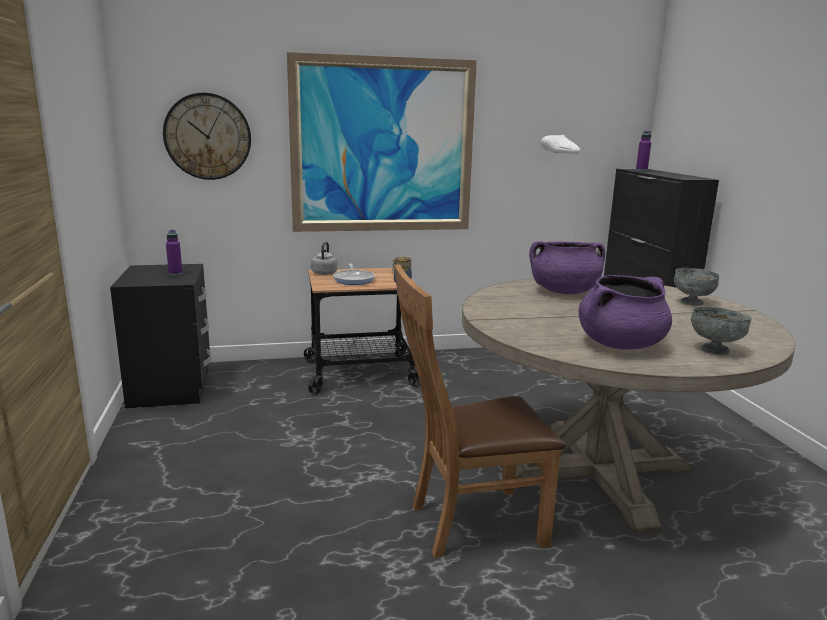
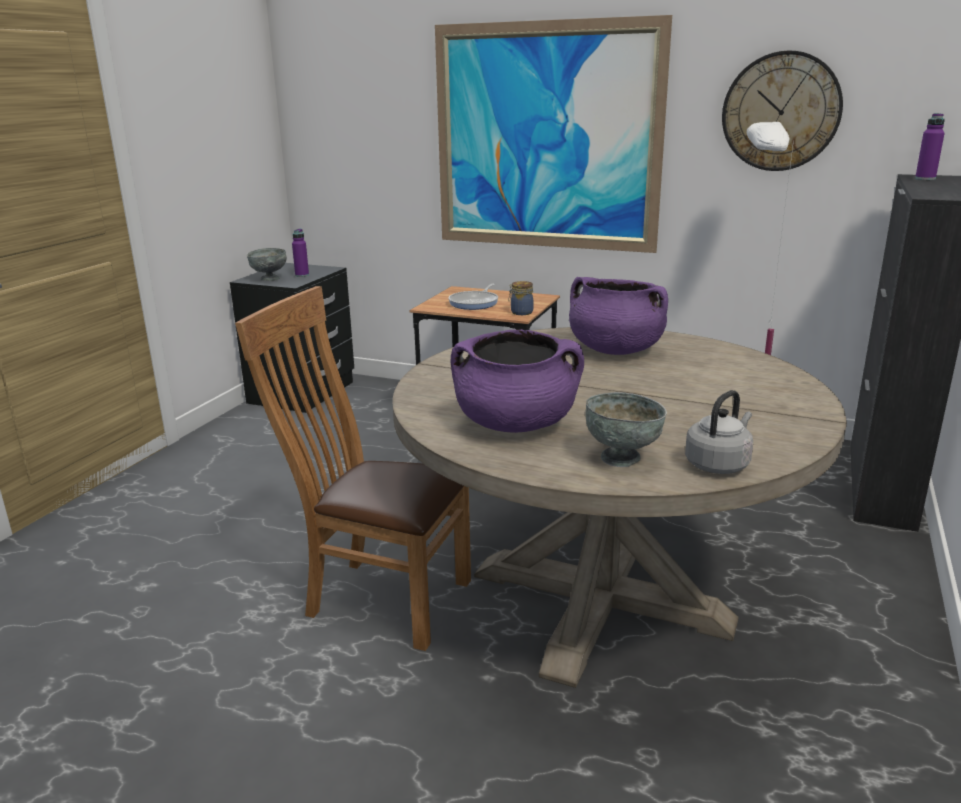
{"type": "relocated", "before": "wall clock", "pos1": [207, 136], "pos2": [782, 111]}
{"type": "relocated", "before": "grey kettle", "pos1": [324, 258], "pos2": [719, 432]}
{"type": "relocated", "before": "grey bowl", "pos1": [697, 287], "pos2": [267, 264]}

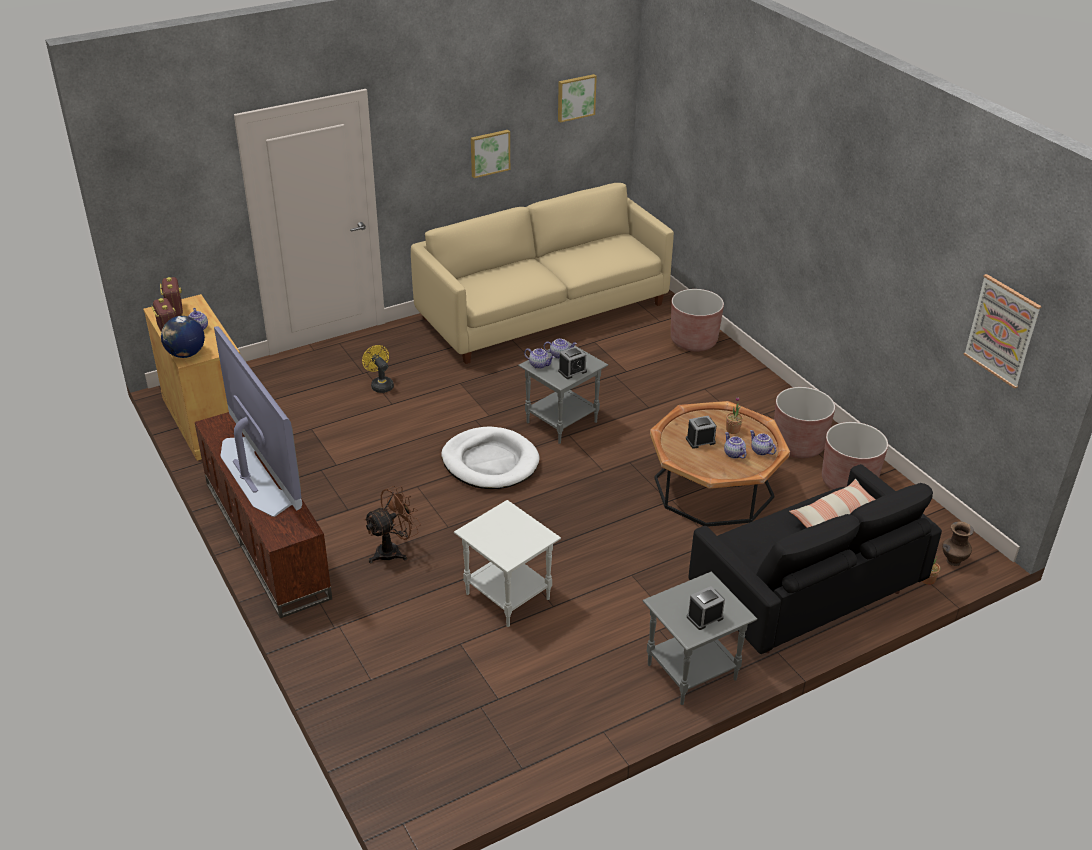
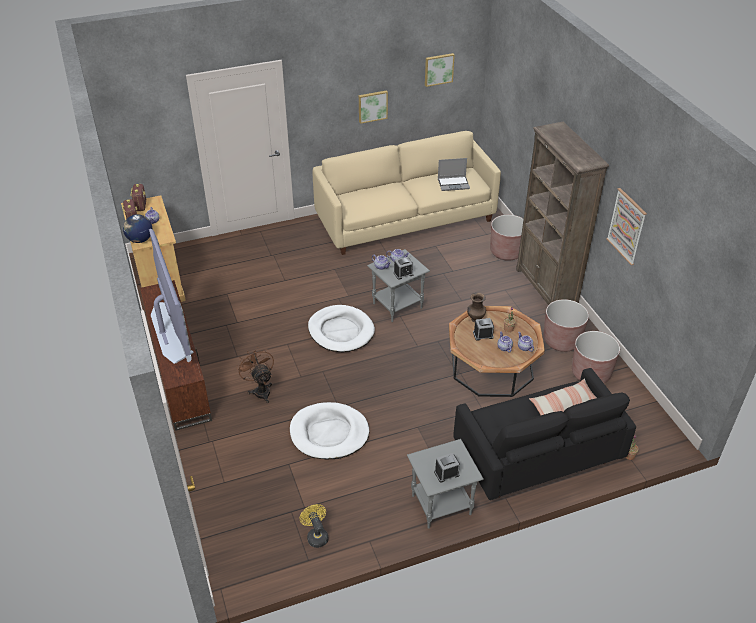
{"type": "relocated", "before": "picture", "pos1": [1002, 331], "pos2": [627, 226]}
{"type": "relocated", "before": "yellow fan", "pos1": [378, 369], "pos2": [314, 526]}
{"type": "spun", "before": "brown fan", "pos1": [392, 524], "pos2": [255, 375], "turn": -90}
{"type": "exchanged", "before": "white side table", "after": "white dog bed", "pos1": [507, 563], "pos2": [329, 430]}
{"type": "relocated", "before": "brown vase", "pos1": [958, 544], "pos2": [476, 307]}
{"type": "appeared", "after": "brown bookcase", "pos2": [562, 213]}
{"type": "appeared", "after": "laptop", "pos2": [454, 174]}

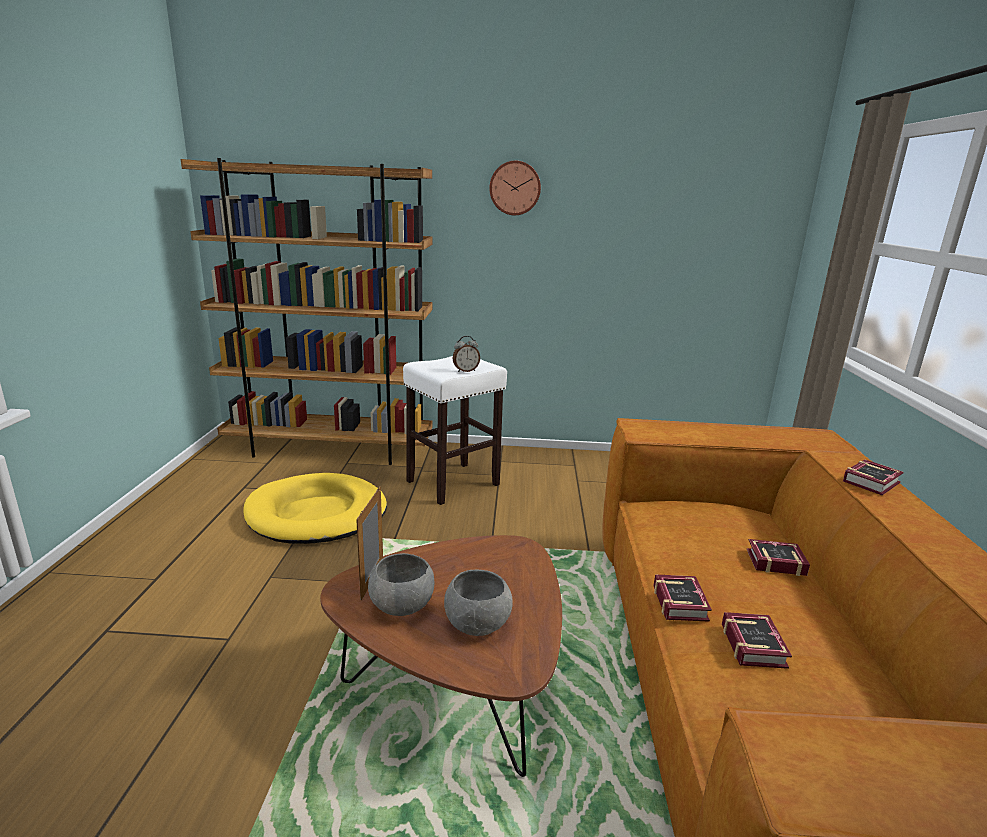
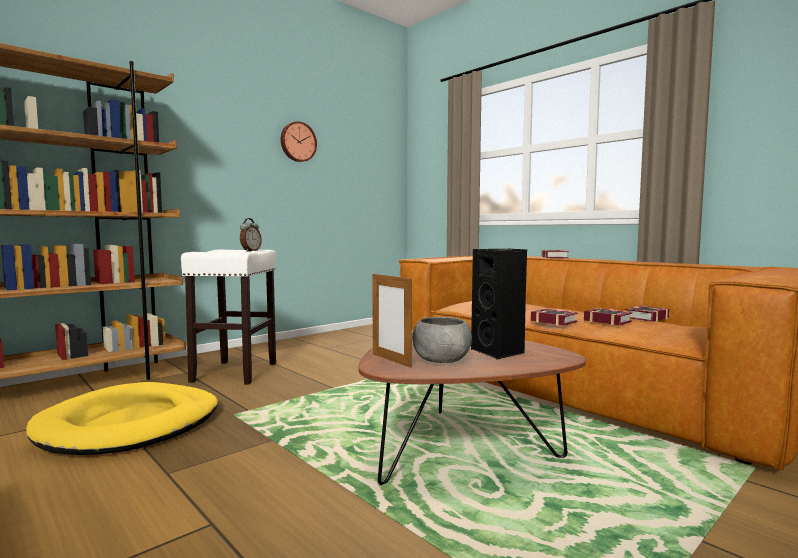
{"type": "relocated", "before": "wall clock", "pos1": [515, 188], "pos2": [299, 141]}
{"type": "relocated", "before": "book", "pos1": [778, 557], "pos2": [647, 314]}
{"type": "exchanged", "before": "grey bowl", "after": "black speaker", "pos1": [478, 603], "pos2": [499, 304]}

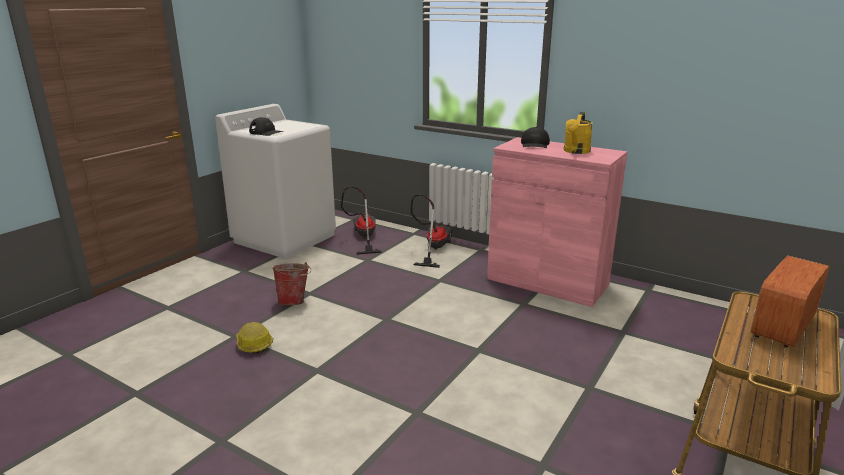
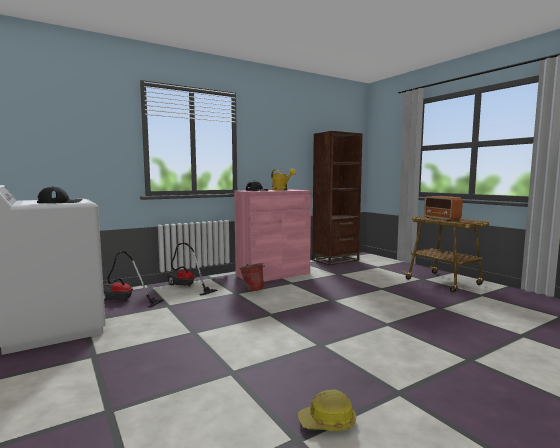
{"type": "relocated", "before": "bucket", "pos1": [291, 283], "pos2": [252, 277]}
{"type": "relocated", "before": "hard hat", "pos1": [254, 338], "pos2": [327, 410]}
{"type": "appeared", "after": "brown bookcase", "pos2": [337, 198]}

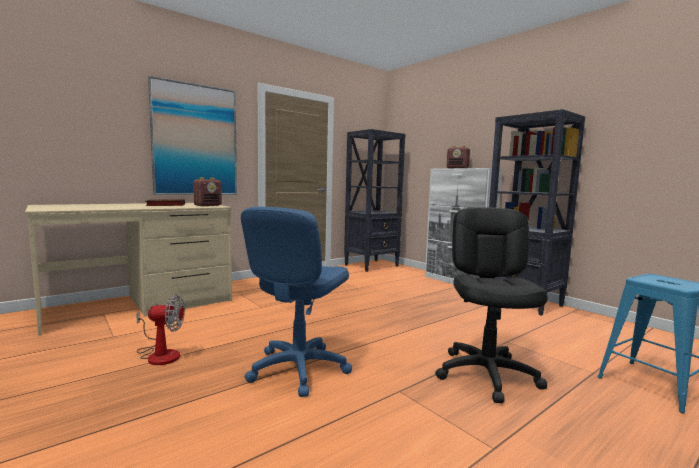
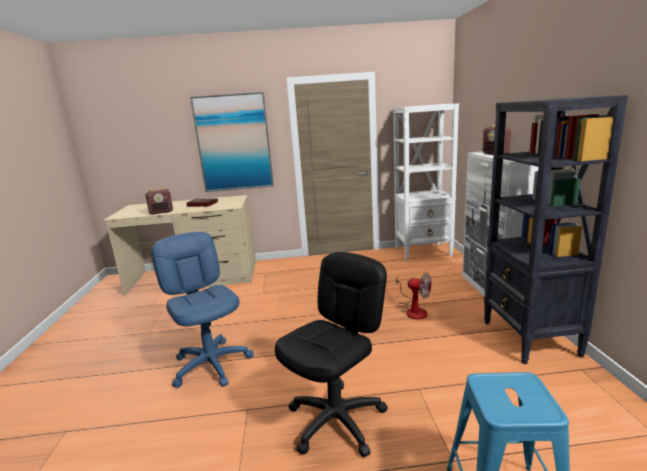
{"type": "colour", "before": "black bookcase", "after": "white bookcase", "pos1": [375, 200], "pos2": [426, 182]}
{"type": "relocated", "before": "radio", "pos1": [207, 191], "pos2": [159, 201]}
{"type": "spun", "before": "blue office chair", "pos1": [296, 302], "pos2": [202, 310], "turn": 90}
{"type": "relocated", "before": "fan", "pos1": [160, 330], "pos2": [413, 296]}

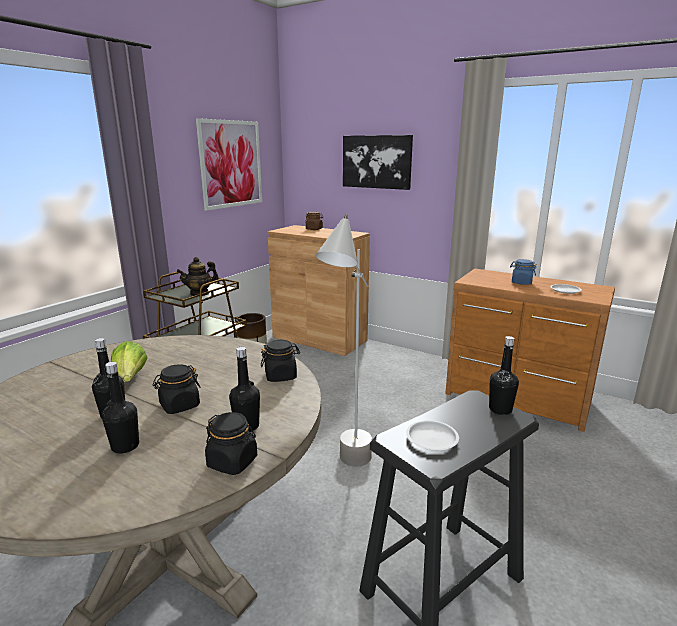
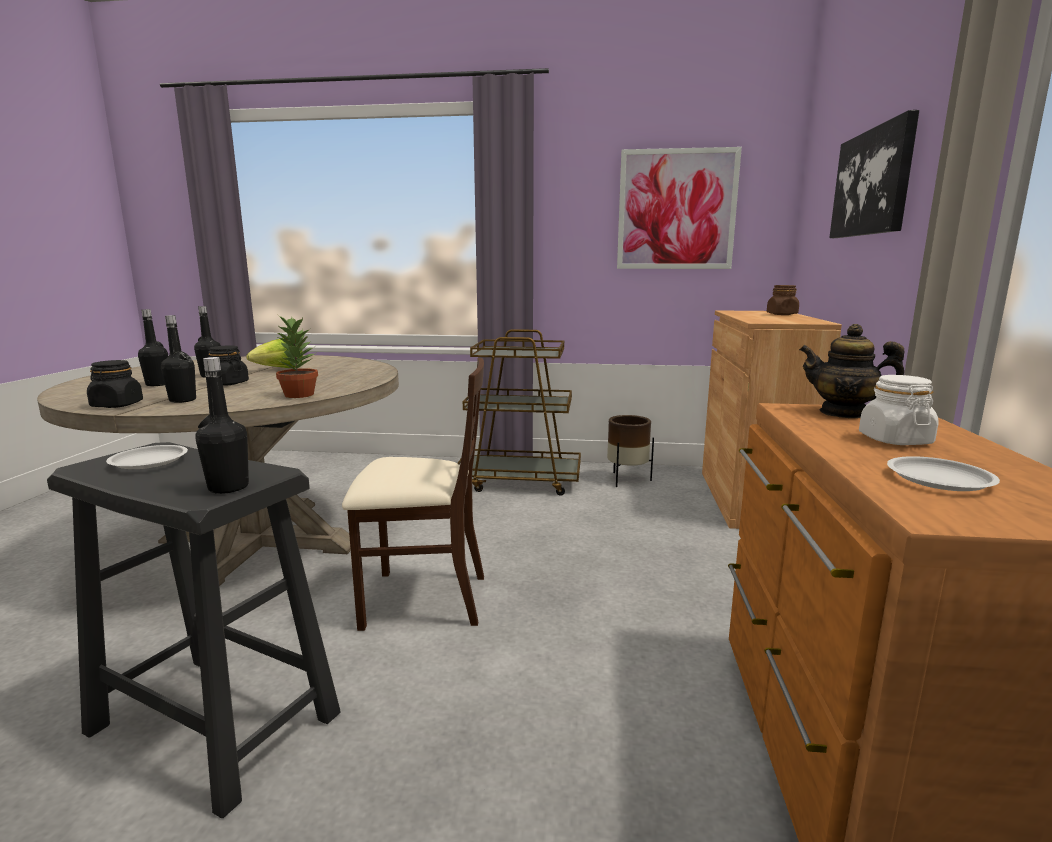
{"type": "exchanged", "before": "grey floor lamp", "after": "beige chair", "pos1": [344, 340], "pos2": [413, 494]}
{"type": "relocated", "before": "teapot", "pos1": [197, 276], "pos2": [851, 371]}
{"type": "colour", "before": "blue jar", "after": "white jar", "pos1": [523, 272], "pos2": [899, 410]}
{"type": "exchanged", "before": "black jar", "after": "potted plant", "pos1": [280, 361], "pos2": [297, 357]}

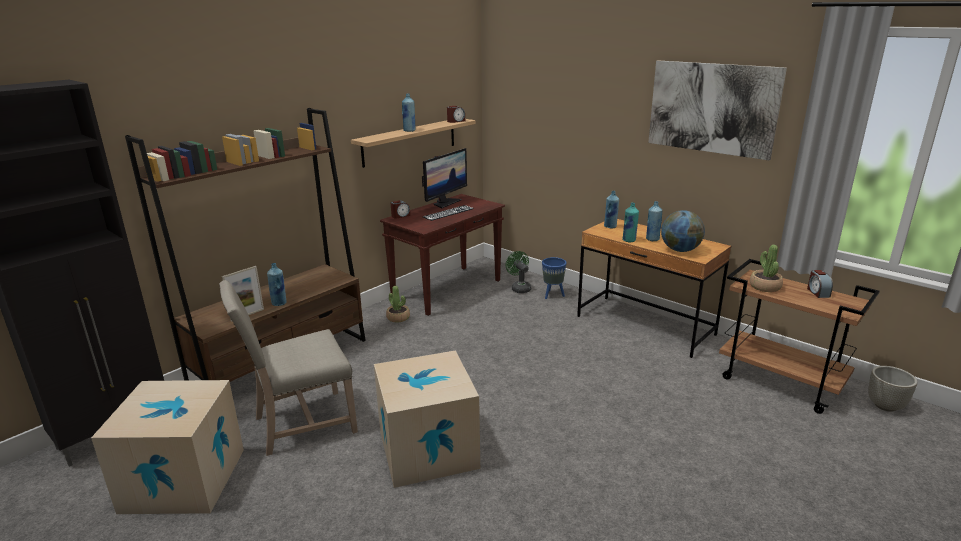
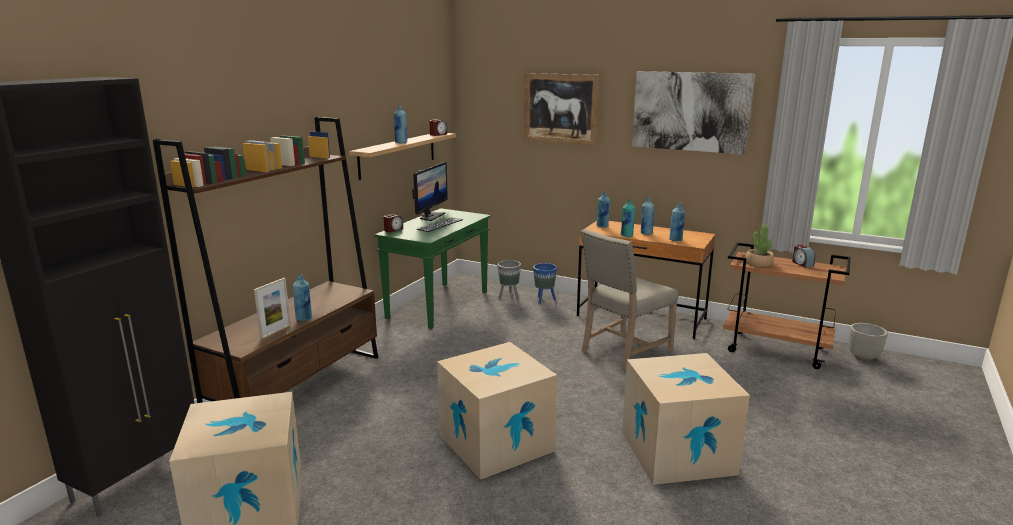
{"type": "colour", "before": "brown console table", "after": "green console table", "pos1": [442, 255], "pos2": [432, 268]}
{"type": "exchanged", "before": "globe", "after": "blue bottle", "pos1": [683, 231], "pos2": [677, 222]}
{"type": "exchanged", "before": "green fan", "after": "grey planter", "pos1": [518, 272], "pos2": [509, 280]}
{"type": "relocated", "before": "beige chair", "pos1": [288, 368], "pos2": [629, 300]}
{"type": "missing", "before": "potted plant", "pos1": [398, 304]}
{"type": "appeared", "after": "picture", "pos2": [562, 109]}
{"type": "appeared", "after": "cardboard box", "pos2": [686, 419]}

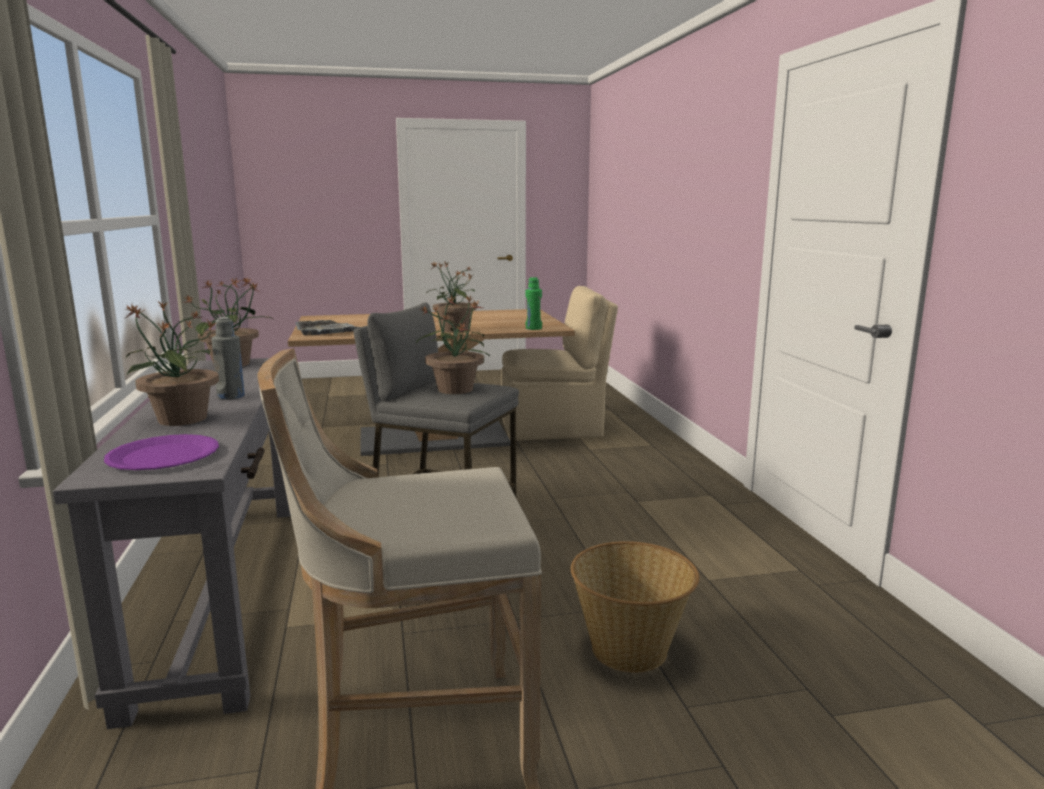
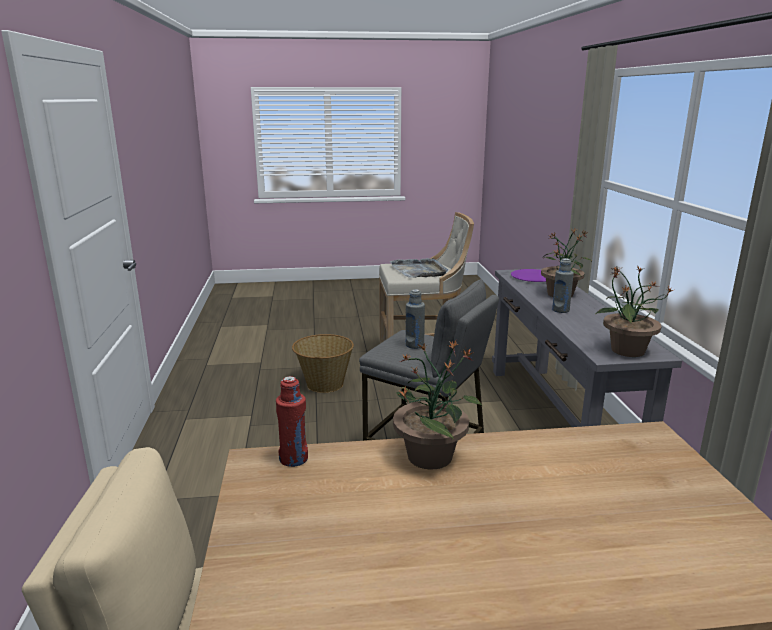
{"type": "colour", "before": "green bottle", "after": "red bottle", "pos1": [533, 303], "pos2": [292, 421]}
{"type": "exchanged", "before": "potted plant", "after": "grey bottle", "pos1": [453, 344], "pos2": [415, 319]}
{"type": "relocated", "before": "grey tray", "pos1": [327, 327], "pos2": [419, 268]}

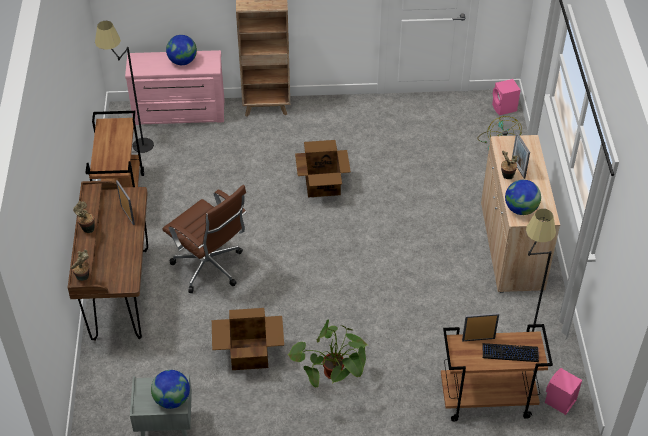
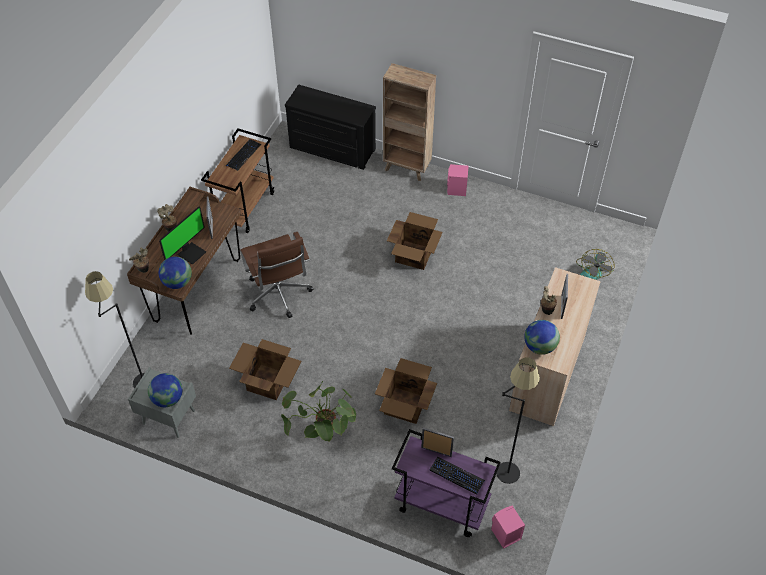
{"type": "relocated", "before": "black floor lamp", "pos1": [124, 87], "pos2": [115, 329]}
{"type": "relocated", "before": "globe", "pos1": [181, 50], "pos2": [175, 273]}
{"type": "colour", "before": "pink dresser", "after": "black dresser", "pos1": [174, 87], "pos2": [330, 127]}
{"type": "relocated", "before": "pink speaker", "pos1": [506, 97], "pos2": [458, 180]}
{"type": "colour", "before": "brown cart", "after": "purple cart", "pos1": [497, 373], "pos2": [446, 483]}
{"type": "appeared", "after": "keyboard", "pos2": [243, 155]}
{"type": "appeared", "after": "monitor", "pos2": [182, 235]}
{"type": "appeared", "after": "cardboard box", "pos2": [406, 391]}

